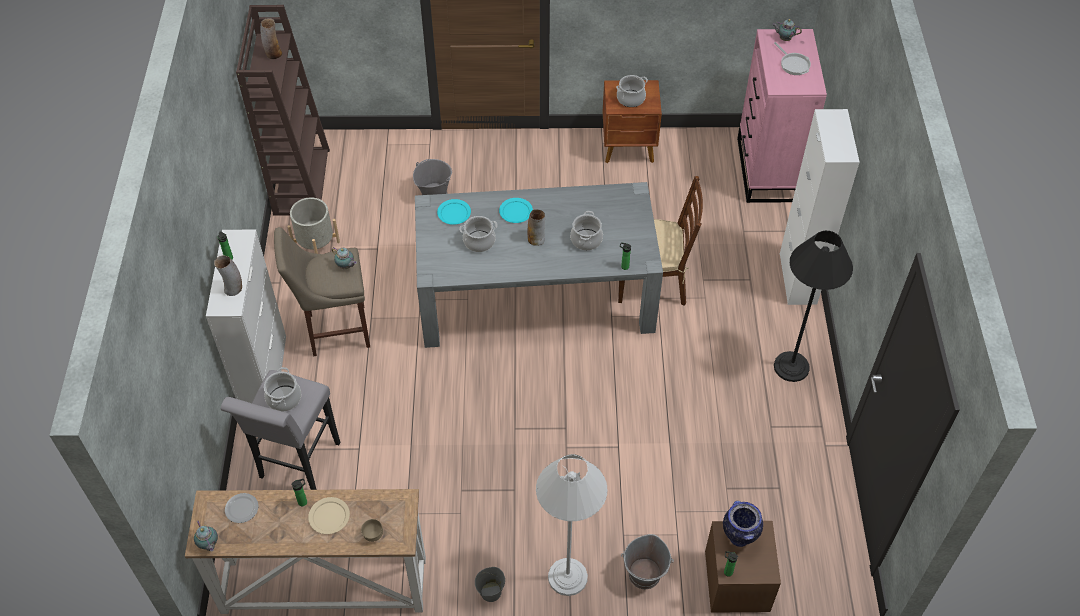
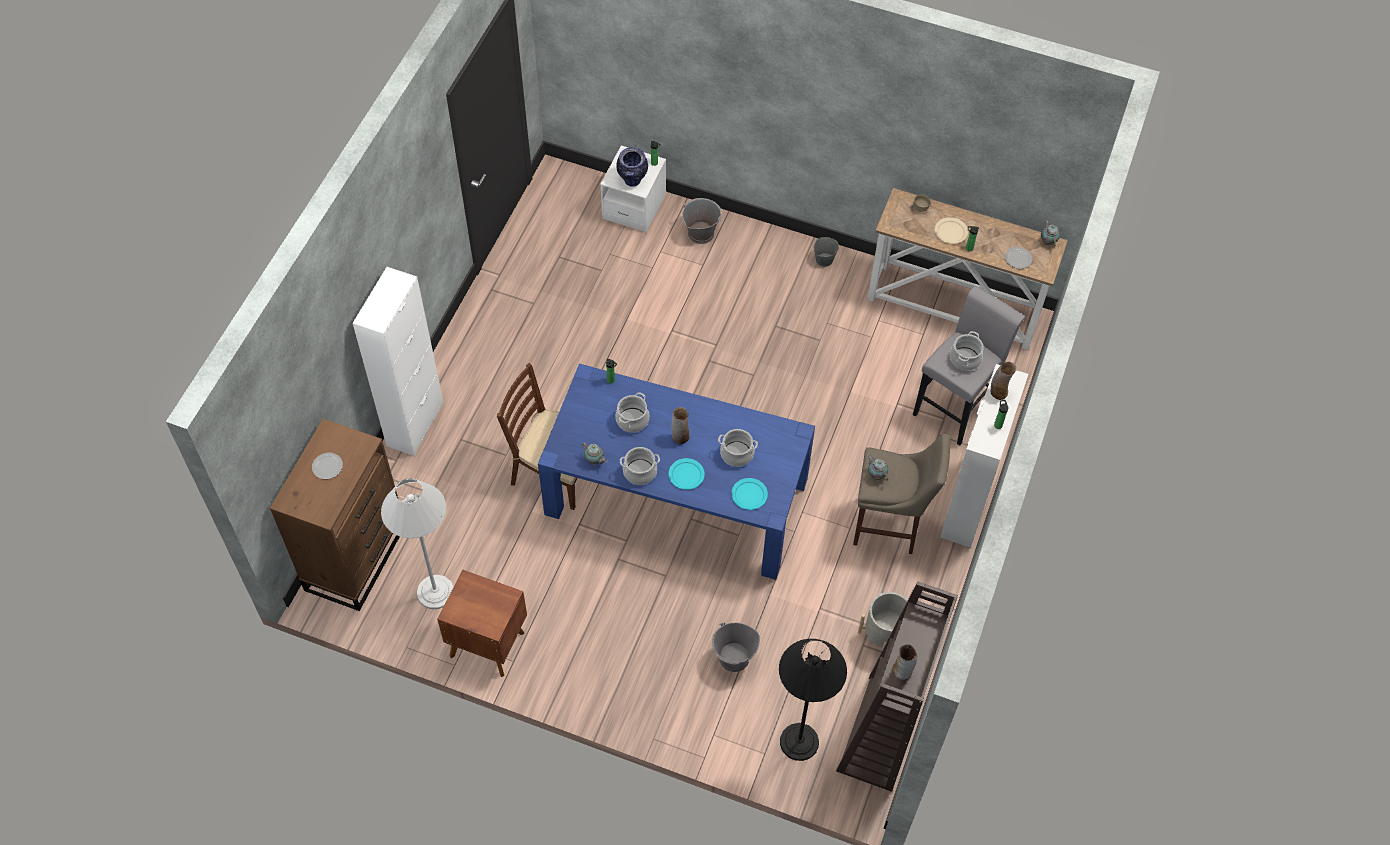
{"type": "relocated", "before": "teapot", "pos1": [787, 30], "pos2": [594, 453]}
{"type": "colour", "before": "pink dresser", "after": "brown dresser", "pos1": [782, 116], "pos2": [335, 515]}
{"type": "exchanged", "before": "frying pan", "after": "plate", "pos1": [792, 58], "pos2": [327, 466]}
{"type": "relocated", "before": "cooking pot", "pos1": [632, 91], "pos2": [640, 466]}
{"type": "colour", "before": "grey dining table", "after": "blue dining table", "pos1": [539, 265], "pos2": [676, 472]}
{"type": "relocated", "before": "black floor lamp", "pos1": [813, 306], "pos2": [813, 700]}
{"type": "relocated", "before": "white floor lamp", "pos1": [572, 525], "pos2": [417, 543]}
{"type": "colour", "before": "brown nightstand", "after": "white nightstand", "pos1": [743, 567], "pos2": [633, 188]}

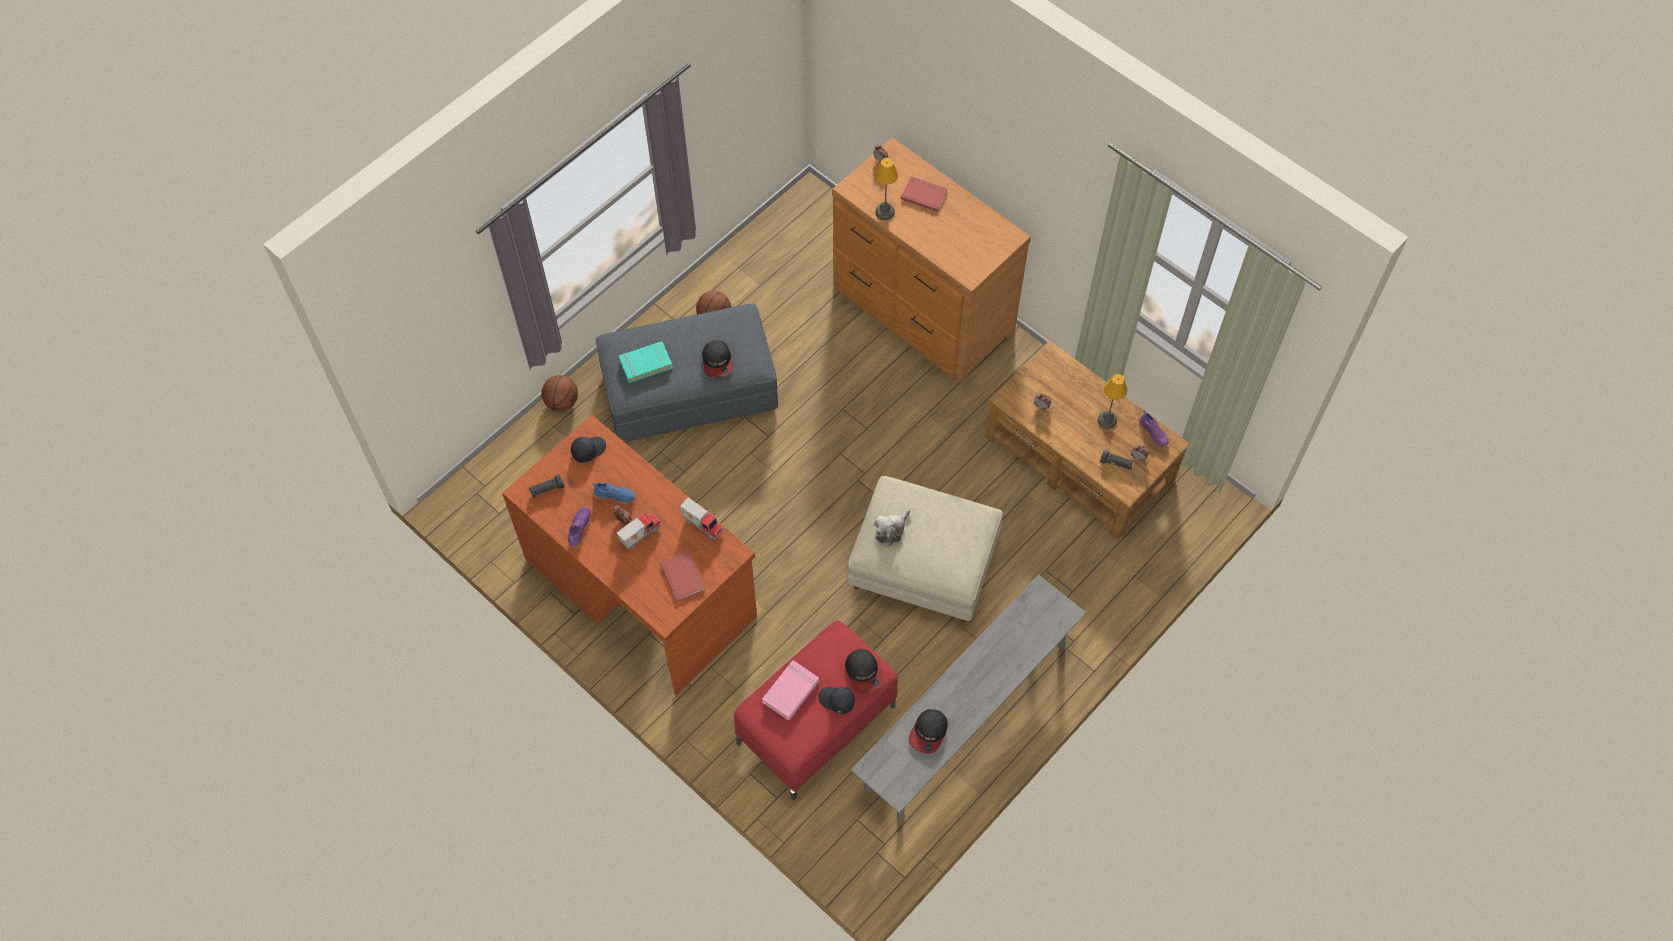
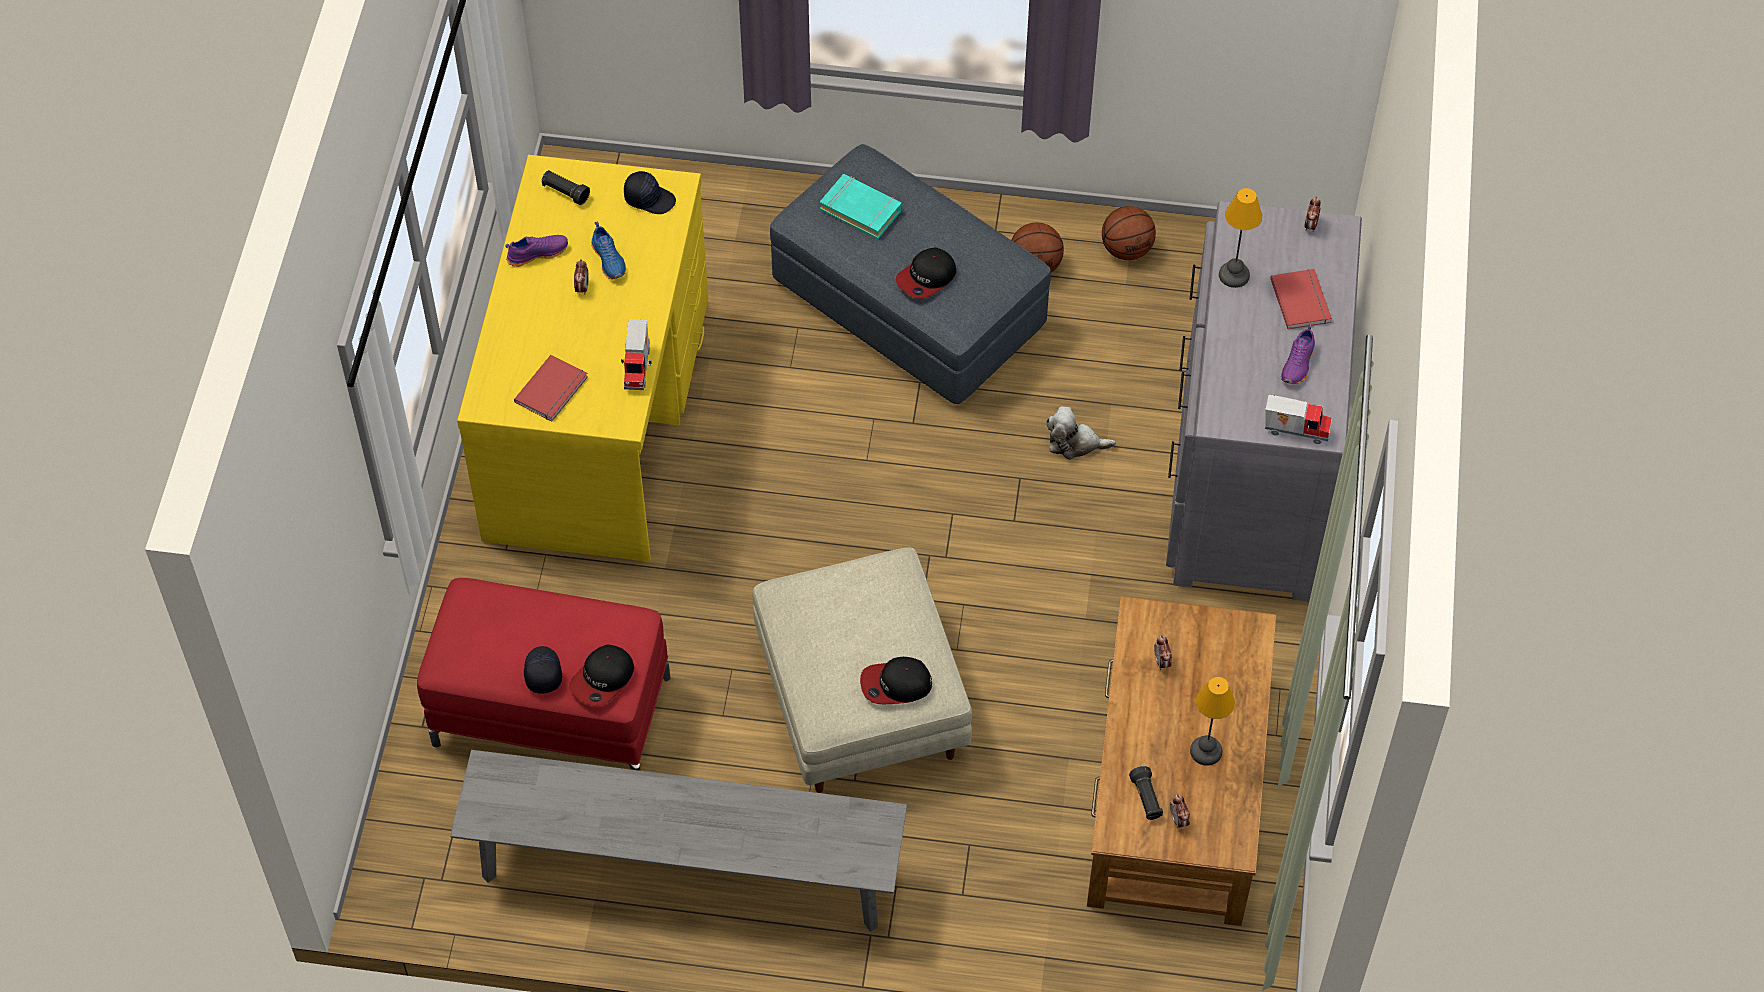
{"type": "colour", "before": "brown dresser", "after": "grey dresser", "pos1": [931, 260], "pos2": [1264, 401]}
{"type": "relocated", "before": "basketball", "pos1": [560, 393], "pos2": [1129, 233]}
{"type": "relocated", "before": "purple shoe", "pos1": [1153, 428], "pos2": [1298, 354]}
{"type": "colour", "before": "brown desk", "after": "yellow desk", "pos1": [629, 555], "pos2": [582, 358]}
{"type": "relocated", "before": "plush toy", "pos1": [892, 528], "pos2": [1081, 433]}
{"type": "relocated", "before": "toy truck", "pos1": [639, 531], "pos2": [1298, 419]}
{"type": "missing", "before": "pink book", "pos1": [790, 690]}
{"type": "relocated", "before": "cap", "pos1": [928, 731], "pos2": [896, 680]}

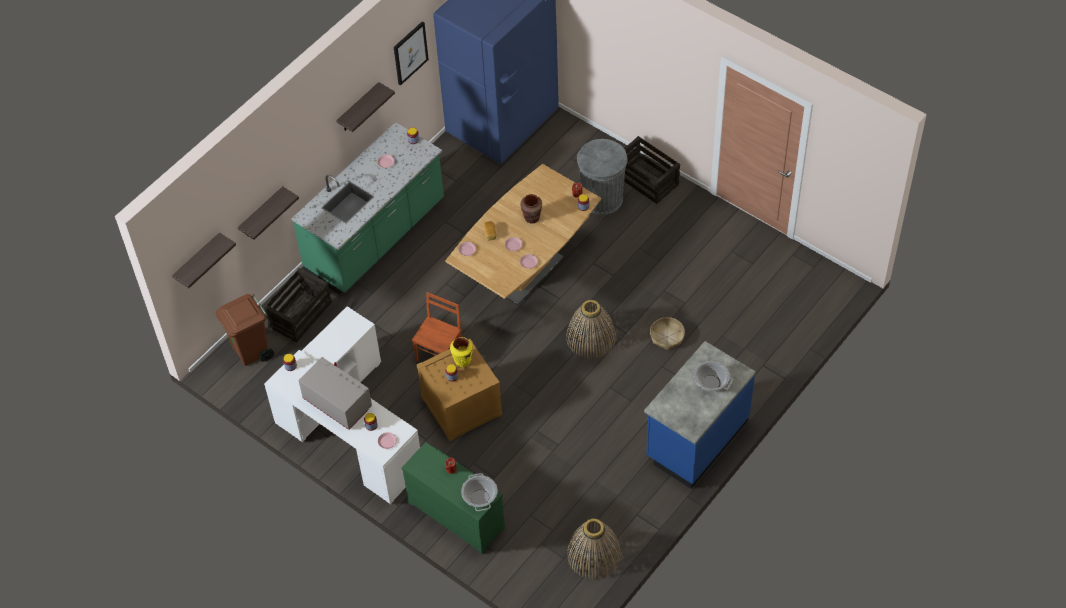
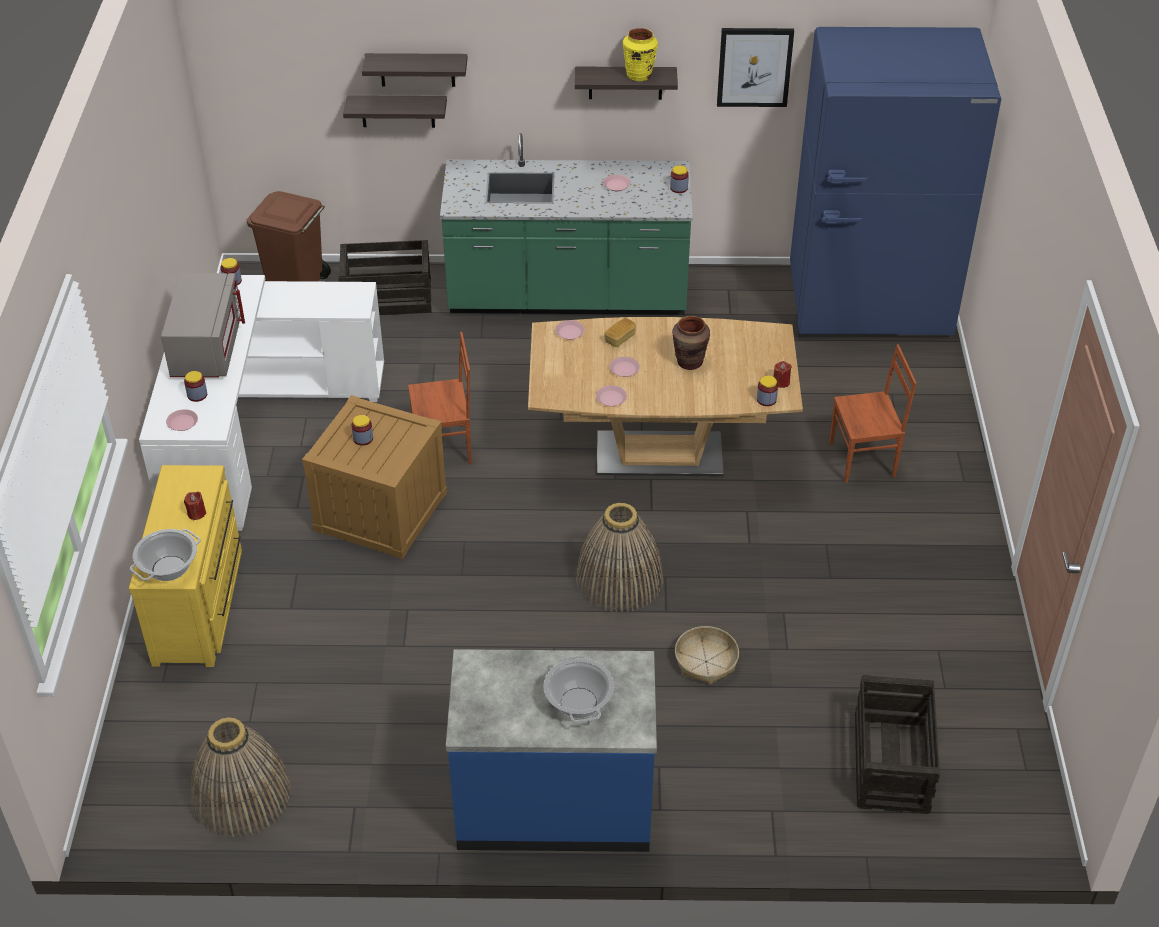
{"type": "relocated", "before": "crate", "pos1": [652, 170], "pos2": [897, 744]}
{"type": "exchanged", "before": "grey trash can", "after": "brown chair", "pos1": [602, 177], "pos2": [873, 413]}
{"type": "relocated", "before": "shelf", "pos1": [204, 260], "pos2": [415, 70]}
{"type": "relocated", "before": "yellow vase", "pos1": [461, 352], "pos2": [640, 54]}
{"type": "colour", "before": "green dresser", "after": "yellow dresser", "pos1": [453, 498], "pos2": [185, 566]}

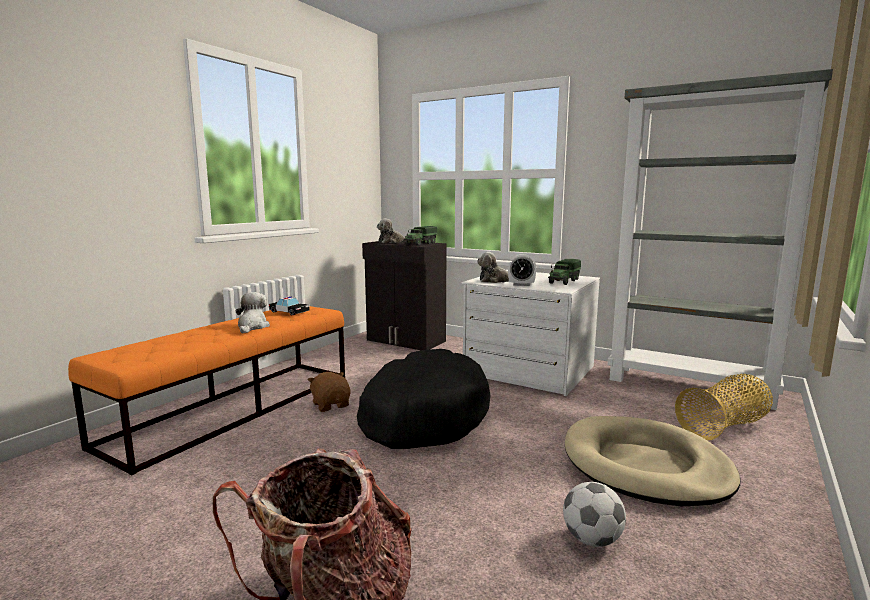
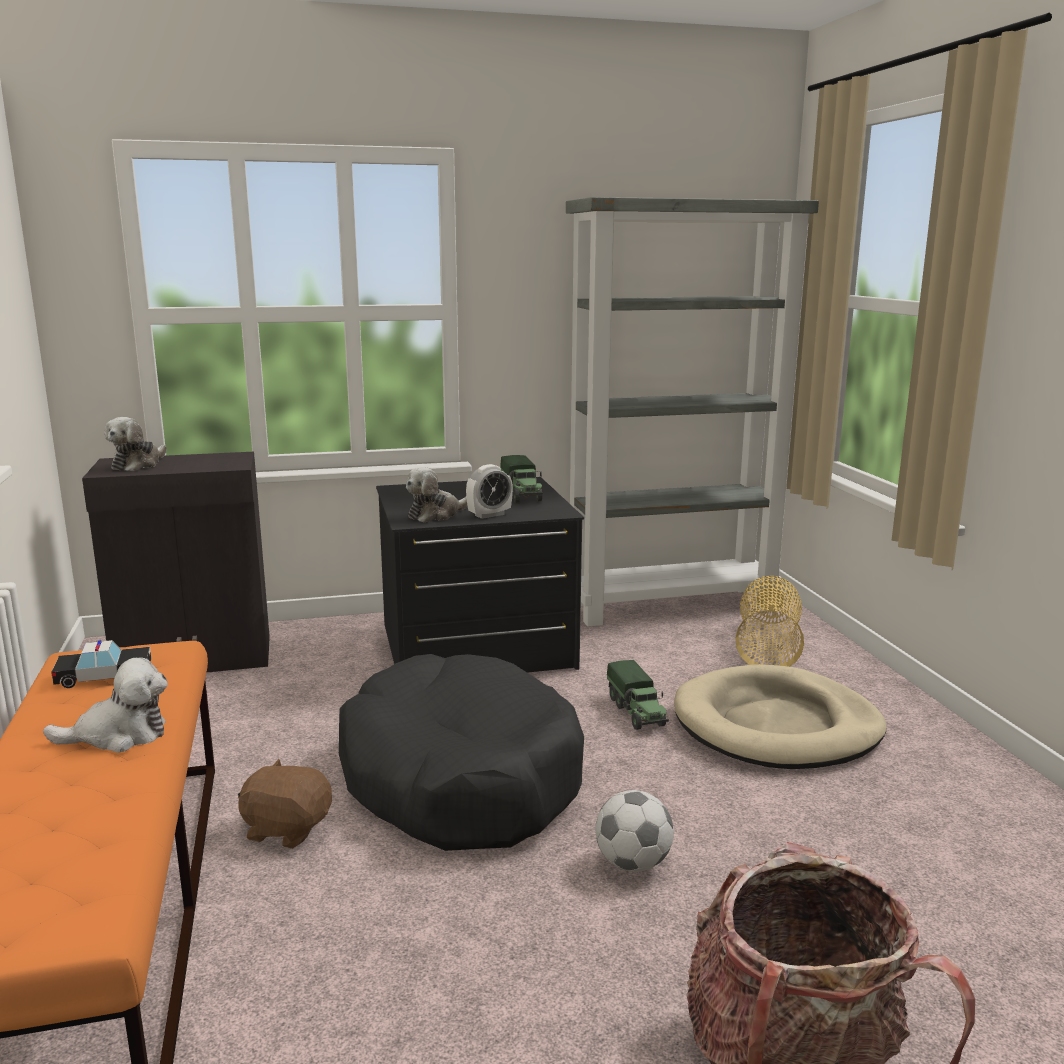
{"type": "relocated", "before": "toy truck", "pos1": [420, 236], "pos2": [638, 695]}
{"type": "colour", "before": "white dresser", "after": "black dresser", "pos1": [530, 333], "pos2": [480, 575]}
{"type": "spun", "before": "plush toy", "pos1": [253, 312], "pos2": [105, 705], "turn": 120}
{"type": "relocated", "before": "football", "pos1": [594, 514], "pos2": [634, 831]}

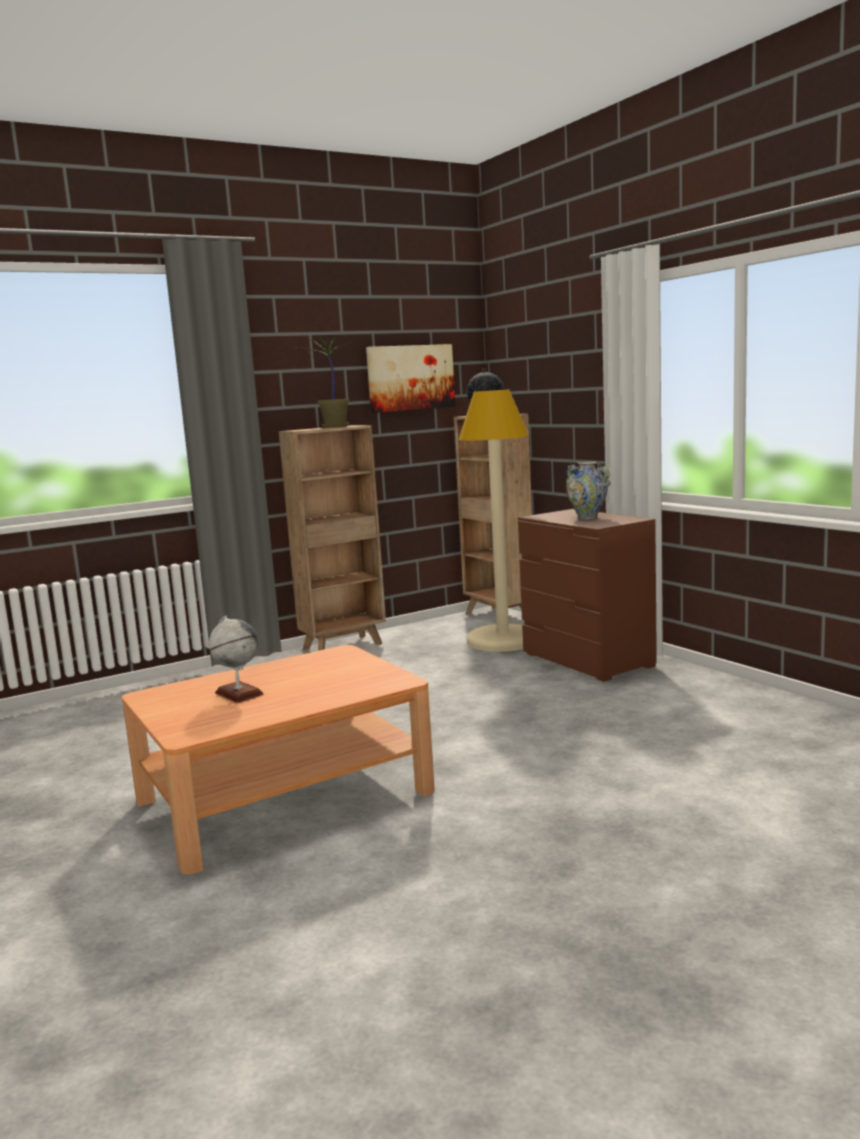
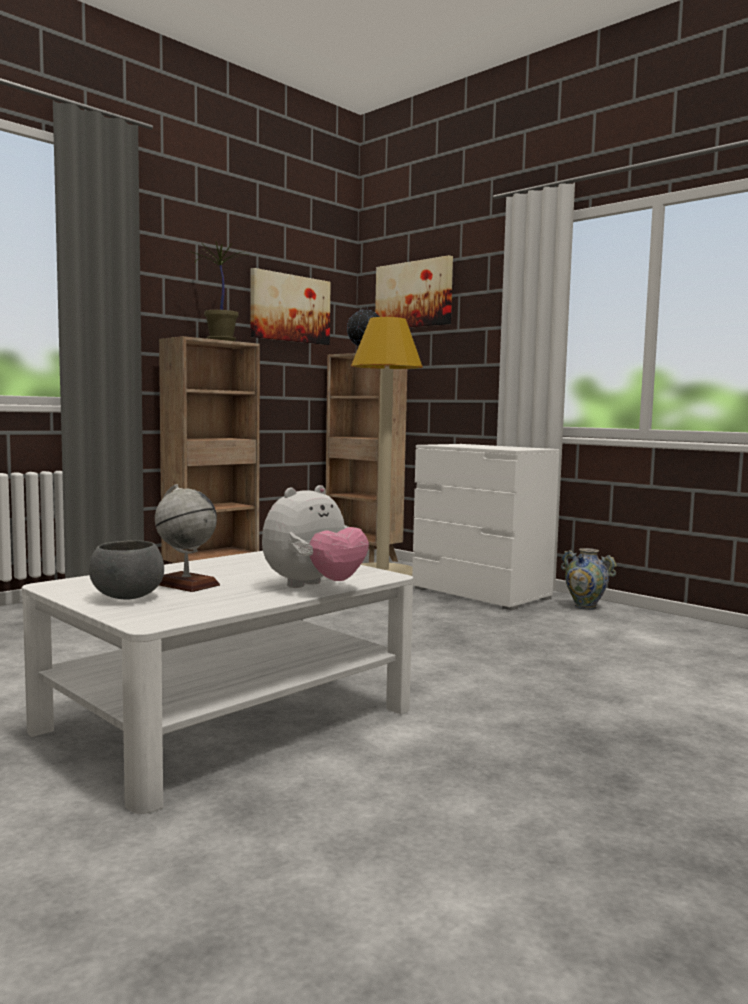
{"type": "relocated", "before": "vase", "pos1": [588, 490], "pos2": [589, 579]}
{"type": "colour", "before": "brown dresser", "after": "white dresser", "pos1": [587, 595], "pos2": [485, 527]}
{"type": "colour", "before": "brown coffee table", "after": "white coffee table", "pos1": [278, 760], "pos2": [217, 682]}
{"type": "appeared", "after": "picture", "pos2": [414, 291]}
{"type": "appeared", "after": "plush toy", "pos2": [315, 536]}
{"type": "appeared", "after": "grey bowl", "pos2": [126, 570]}

